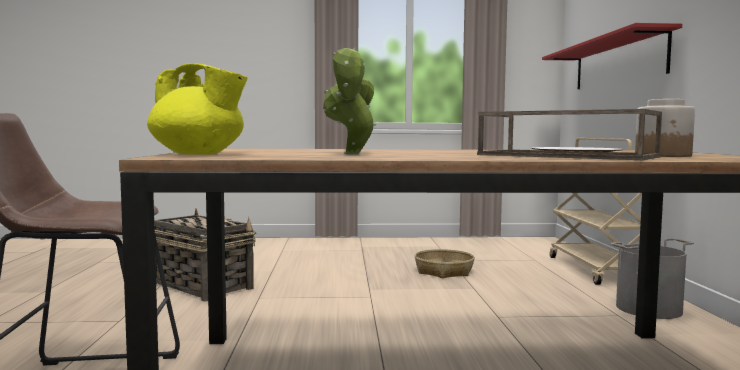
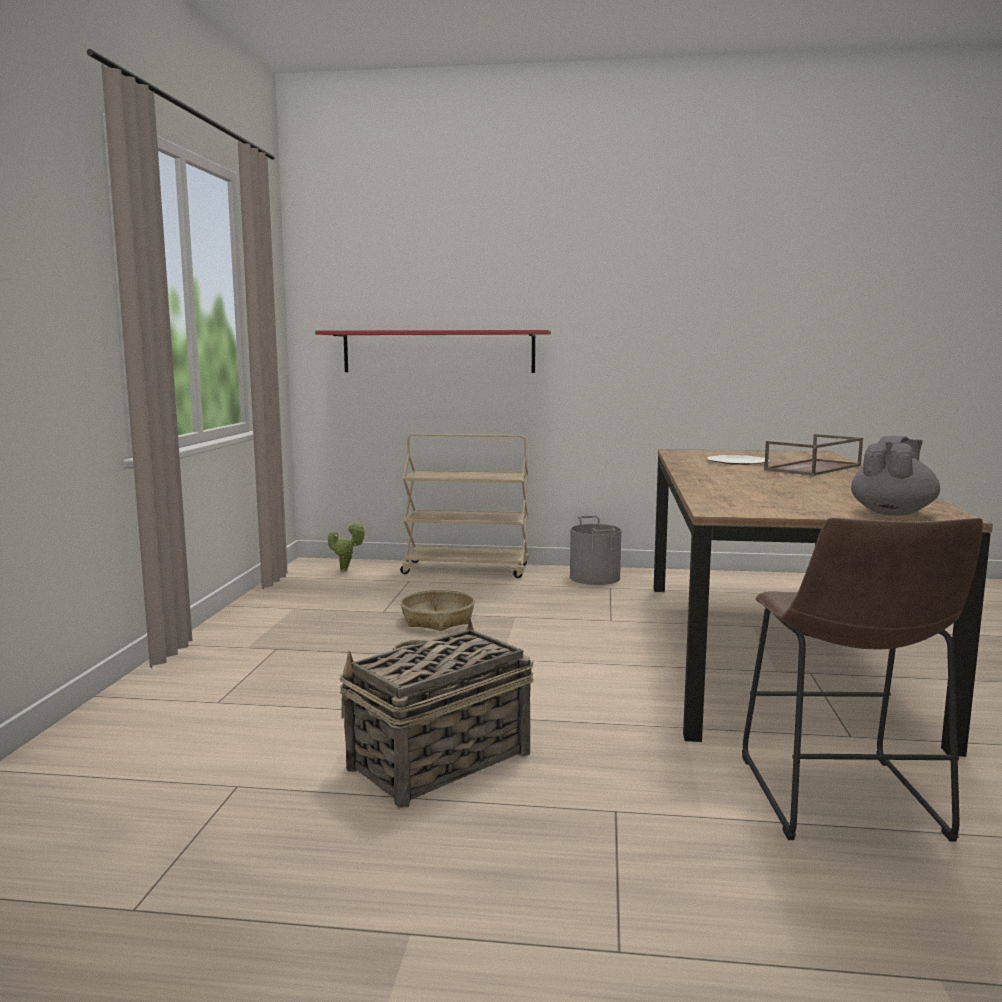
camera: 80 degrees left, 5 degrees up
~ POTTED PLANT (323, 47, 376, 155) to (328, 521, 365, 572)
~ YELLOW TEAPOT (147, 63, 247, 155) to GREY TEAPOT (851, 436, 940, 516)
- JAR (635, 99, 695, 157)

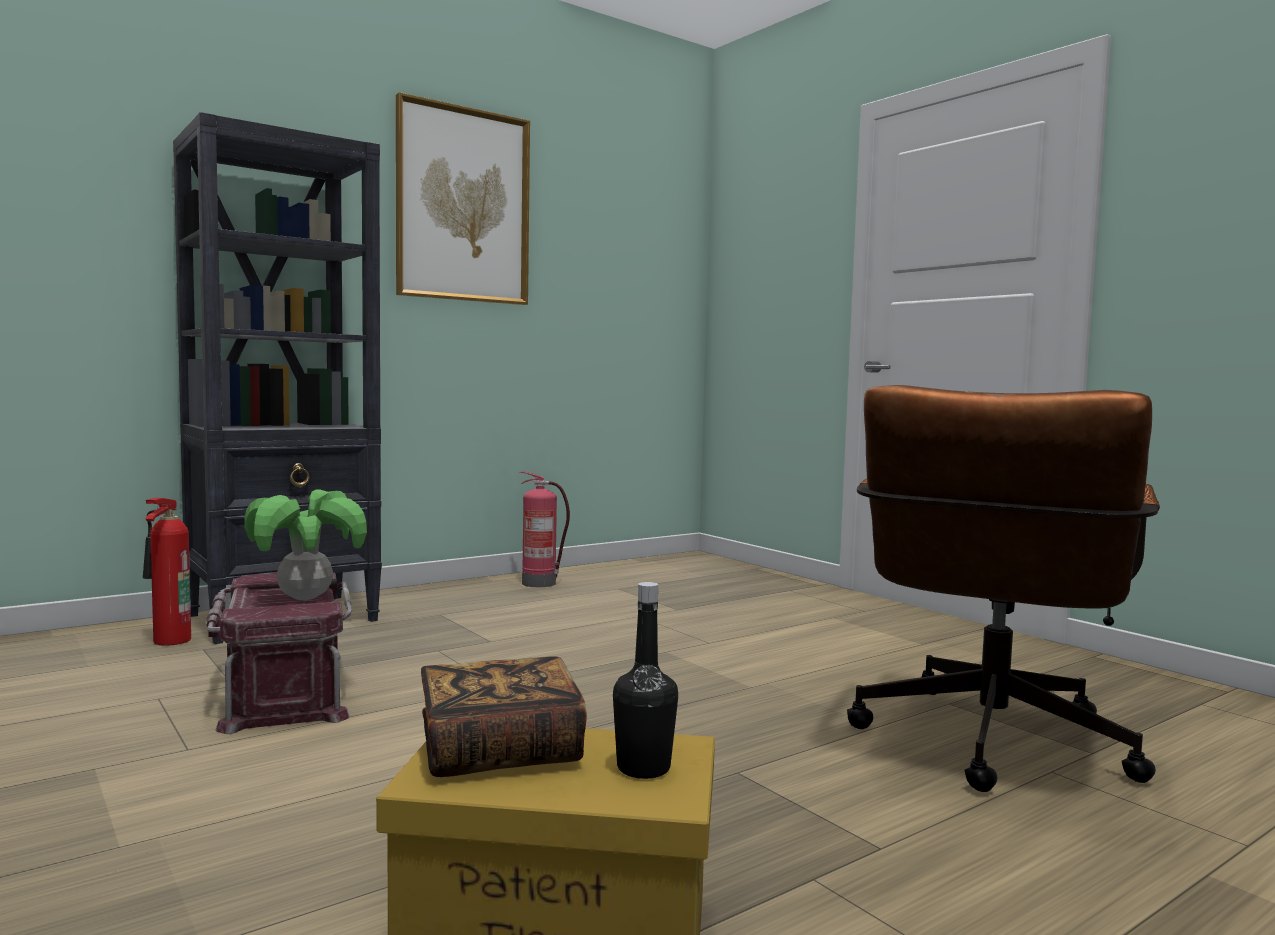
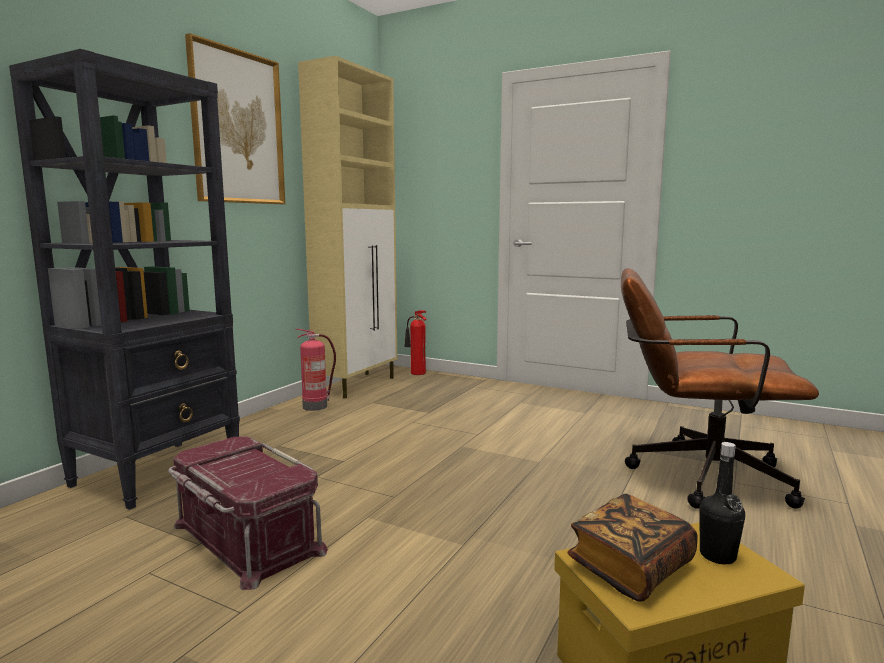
camera: 25 degrees left, 5 degrees up
+ BEIGE CABINET (298, 56, 397, 399)
~ FIRE EXTINGUISHER (143, 498, 191, 646) to (404, 310, 427, 375)
~ BROWN OFFICE CHAIR (847, 385, 1160, 792) = (621, 268, 819, 509) 105 degrees clockwise
- POTTED PLANT (244, 489, 367, 600)

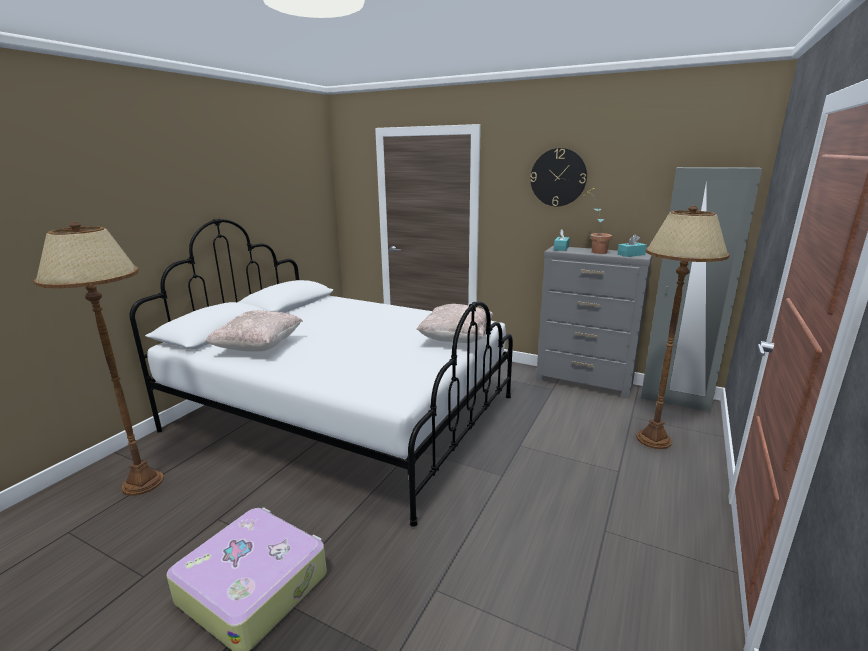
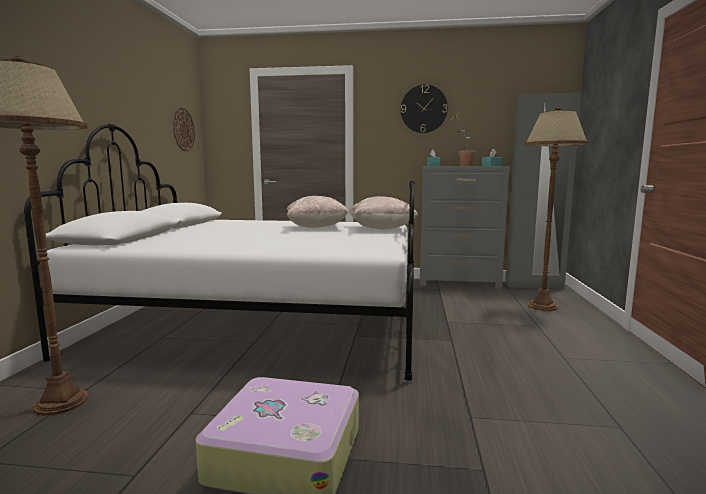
camera: 20 degrees left, 10 degrees down
+ WALL CLOCK (173, 107, 195, 151)
~ BEIGE PILLOW (206, 310, 303, 352) to (287, 196, 349, 228)

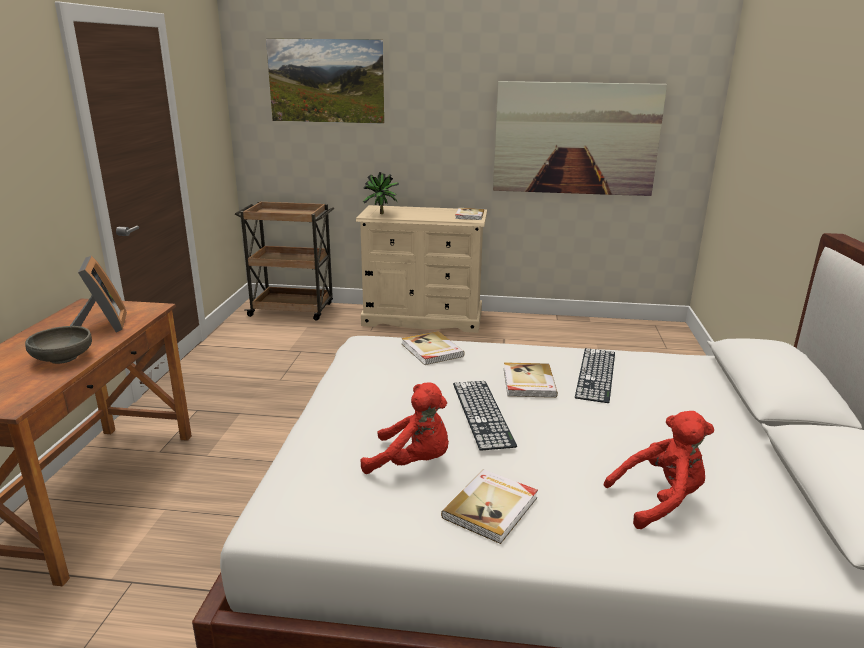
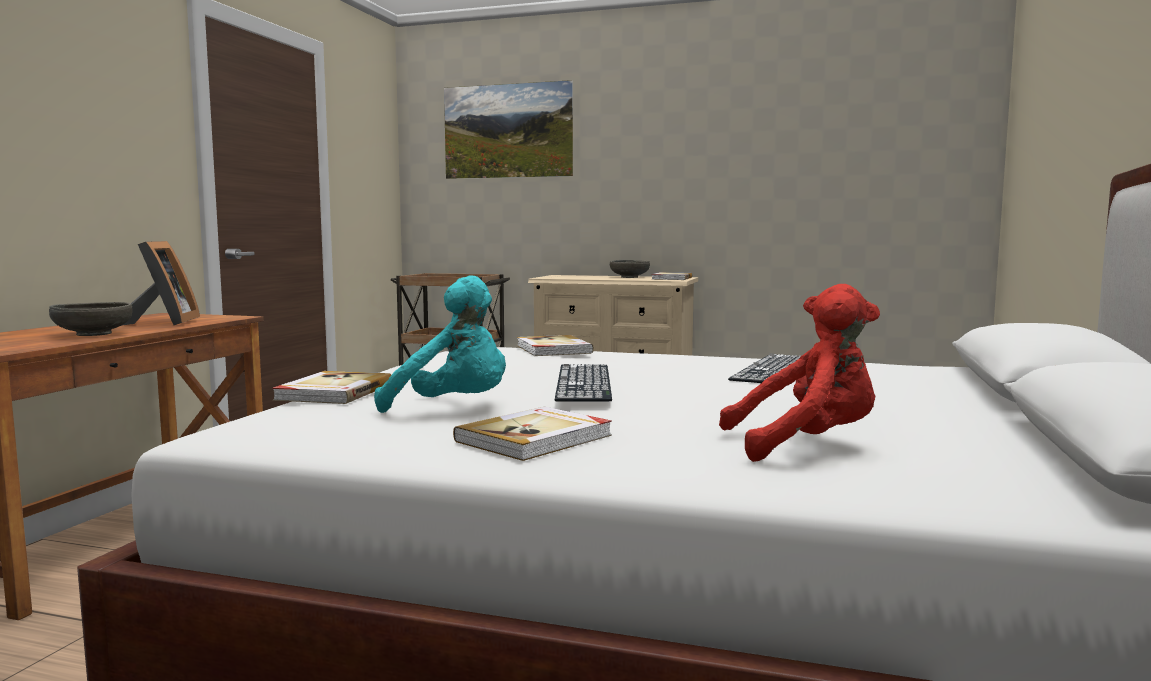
camera: 10 degrees right, 15 degrees down
~ BOOK (504, 362, 558, 398) to (272, 371, 391, 404)
~ RED PLUSH TOY (361, 382, 449, 474) to TURQUOISE PLUSH TOY (374, 276, 506, 413)
+ GREY BOWL (610, 260, 650, 278)
- POTTED PLANT (363, 172, 399, 214)
- PICTURE (493, 81, 667, 196)

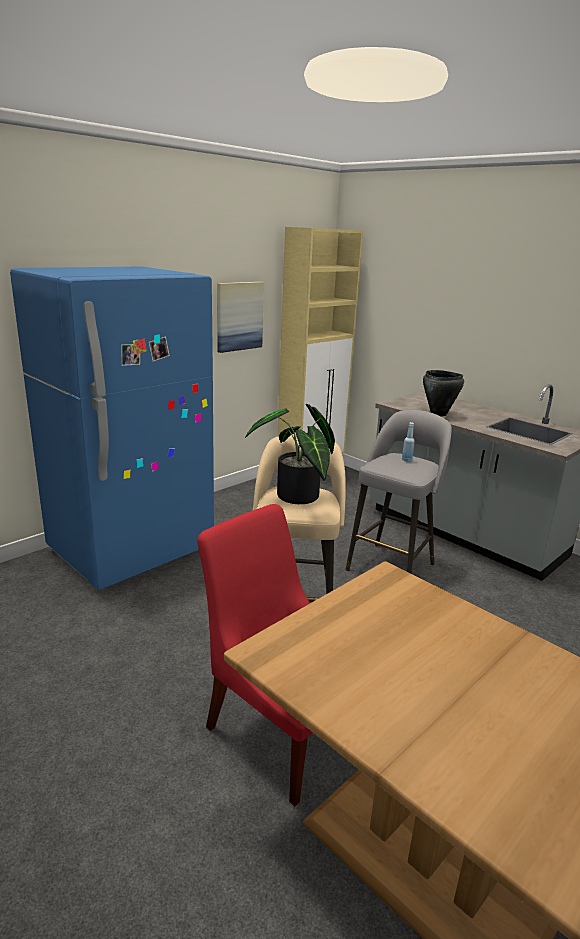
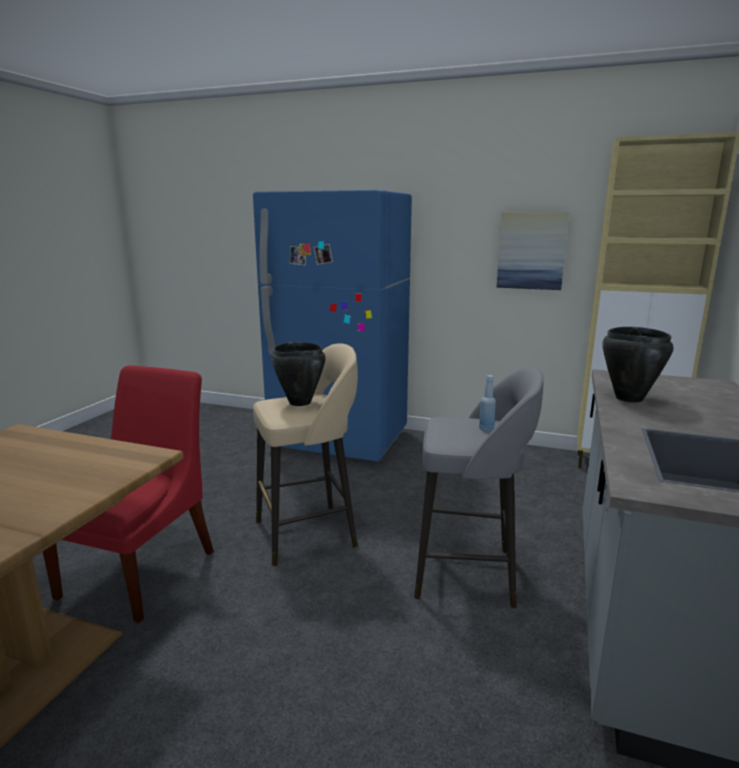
camera: 65 degrees right, 5 degrees down
~ POTTED PLANT (245, 404, 335, 504) to BLACK COOKING POT (271, 342, 326, 406)

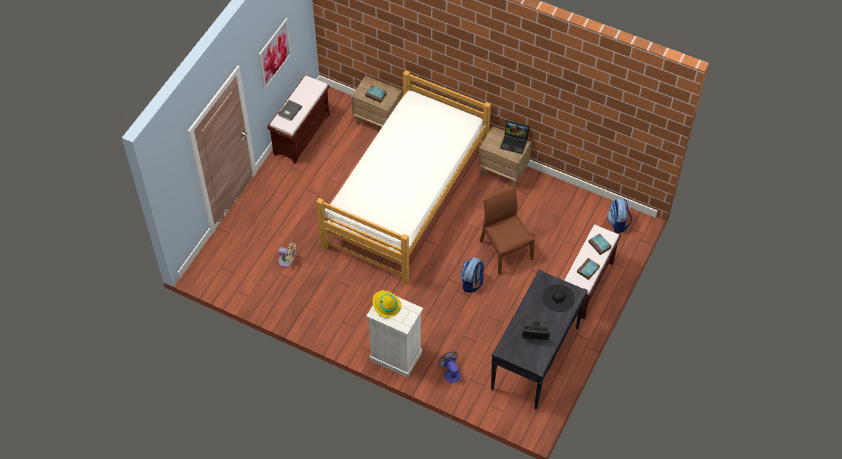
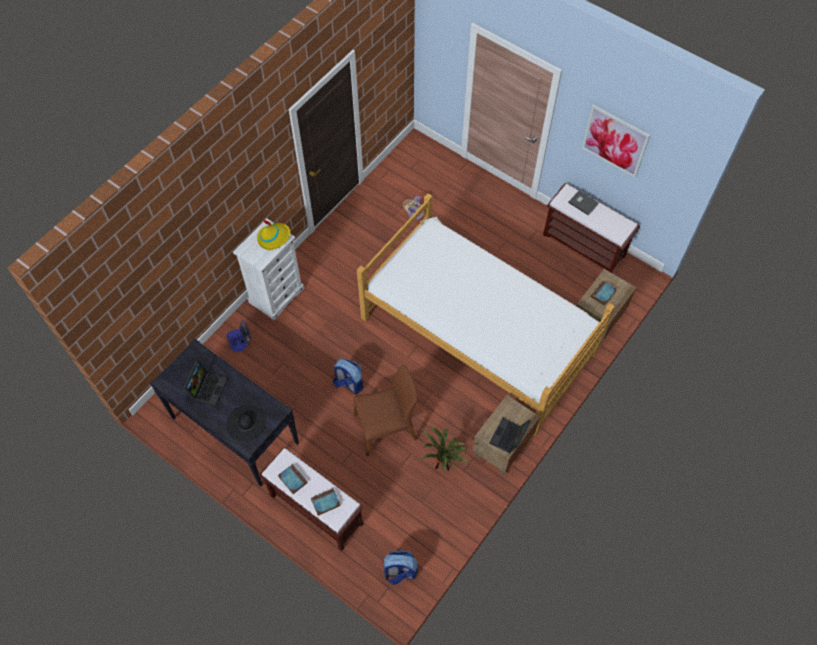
camera: 100 degrees right, 5 degrees up
+ POTTED PLANT (421, 426, 469, 472)

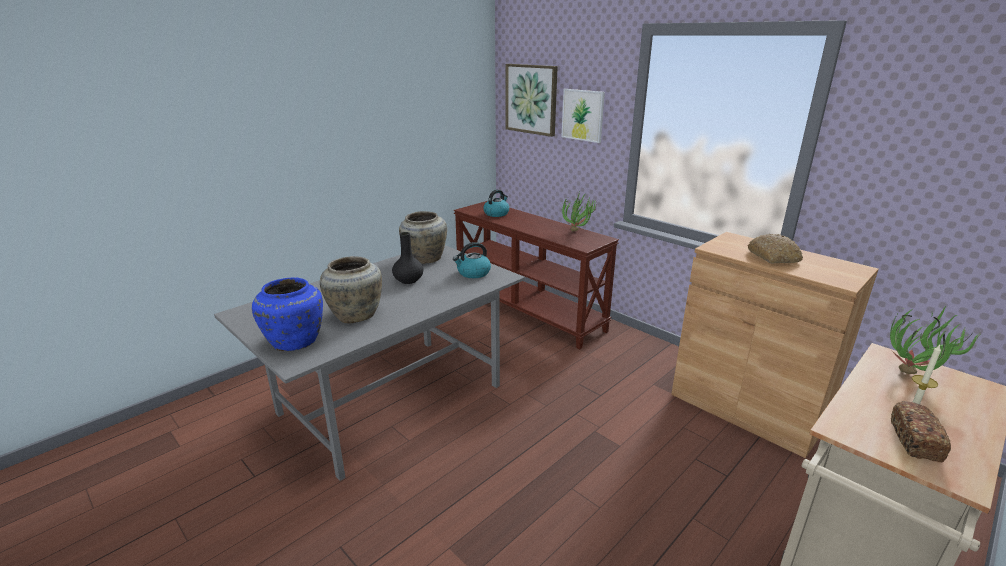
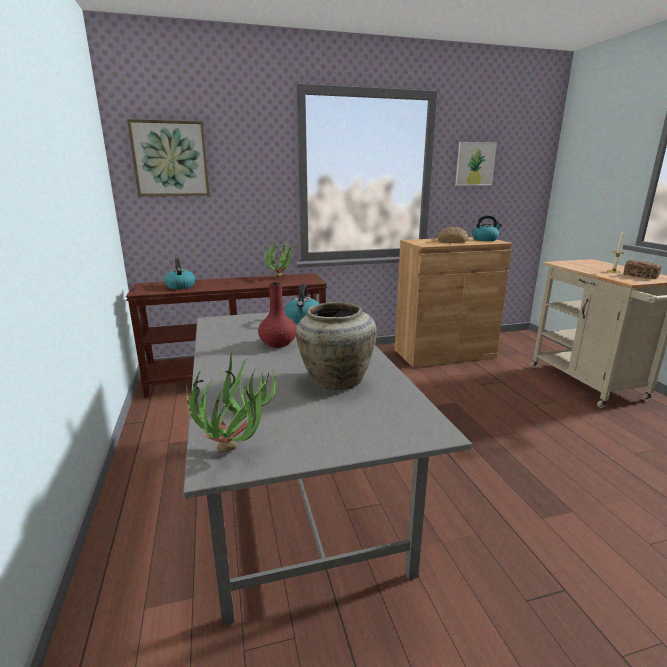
camera: 60 degrees left, 5 degrees down
~ POTTED PLANT (890, 306, 979, 374) to (187, 353, 276, 452)
~ BLACK VASE (392, 232, 424, 284) to RED VASE (258, 282, 297, 348)
~ PICTURE (561, 89, 605, 143) to (455, 142, 497, 186)
+ KETTLE (473, 215, 502, 241)
- BLUE VASE (252, 278, 323, 351)
- BEIGE VASE (399, 211, 447, 264)

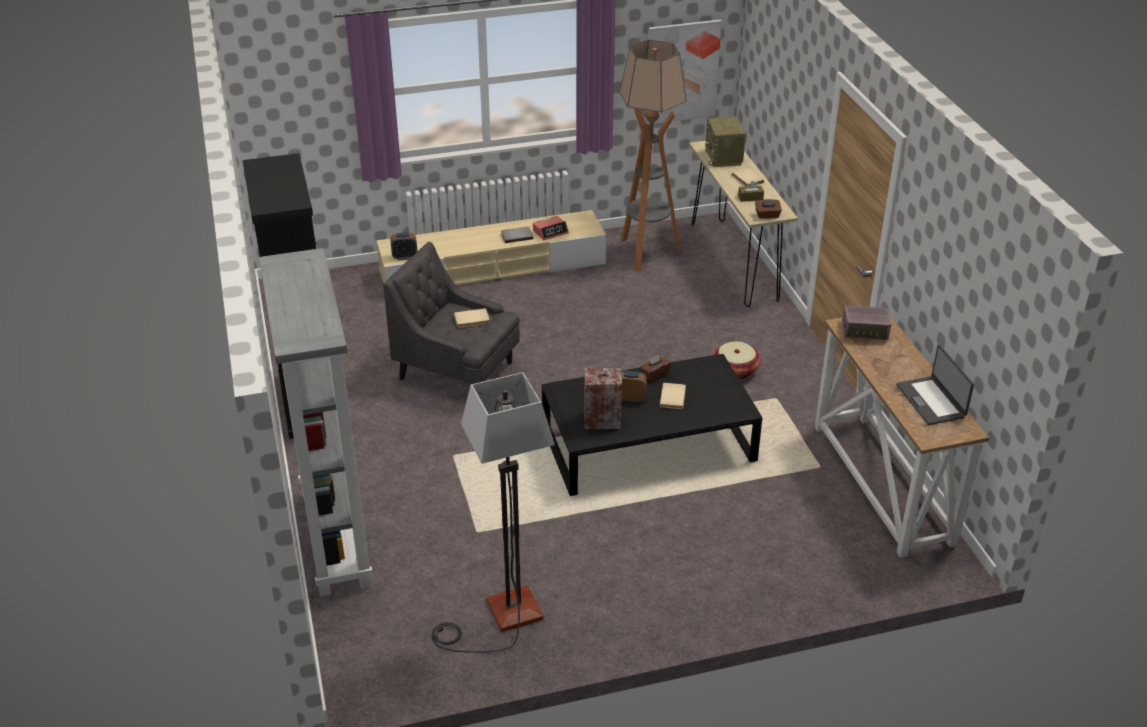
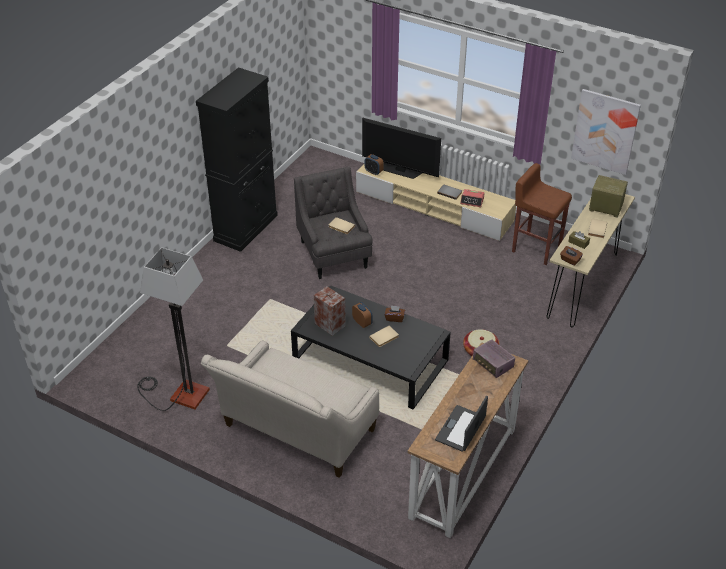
camera: 45 degrees right, 5 degrees up
+ BEIGE SOFA (201, 341, 379, 478)
+ TELEVISION (362, 118, 441, 179)
~ FLOOR LAMP (619, 40, 687, 271) to BROWN STOOL (512, 163, 572, 265)
~ RADIO (705, 116, 746, 167) = (589, 175, 628, 218) 75 degrees clockwise
- GREY BOOKCASE (259, 248, 373, 596)

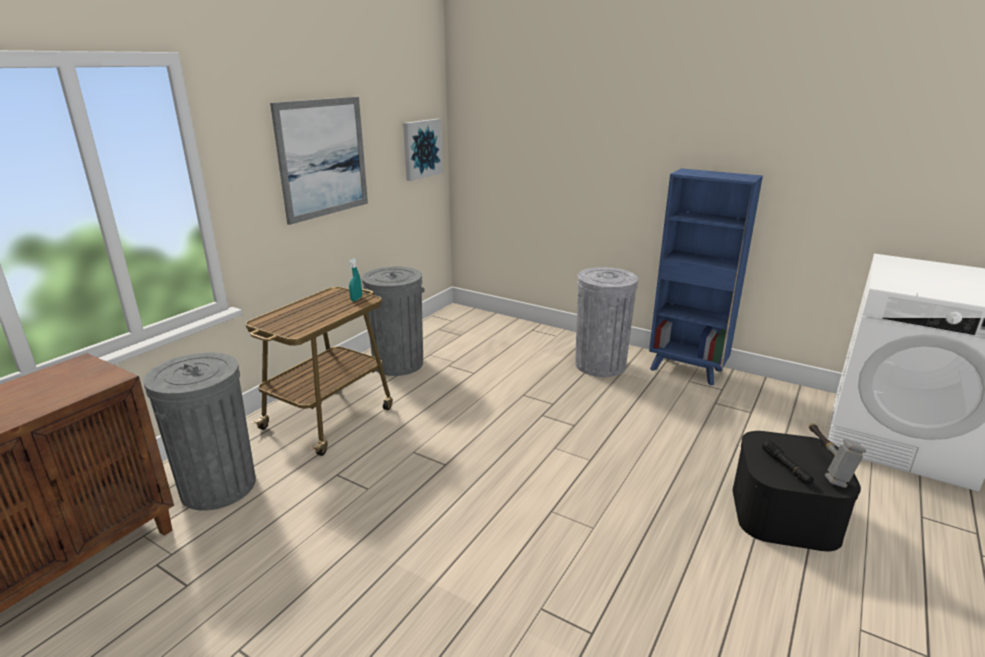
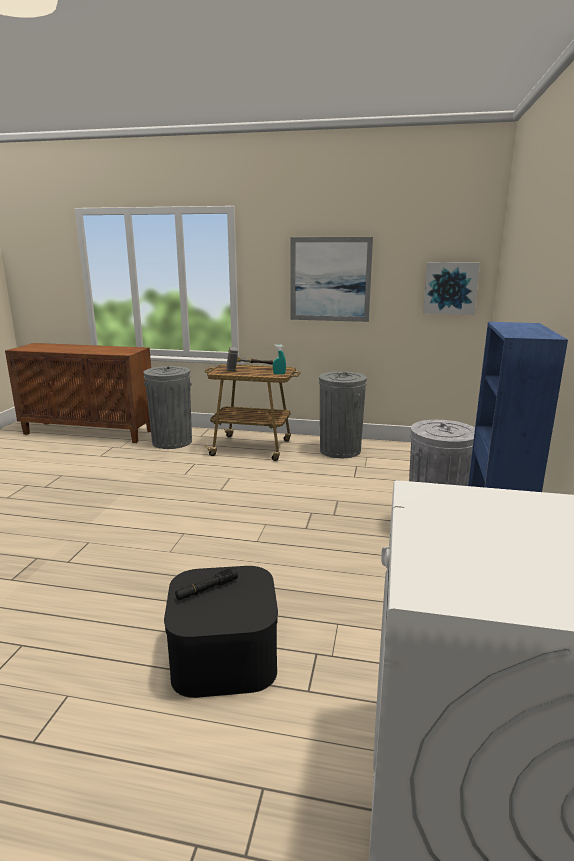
camera: 70 degrees right, 5 degrees down
~ HAMMER (809, 423, 866, 488) to (226, 347, 273, 371)

